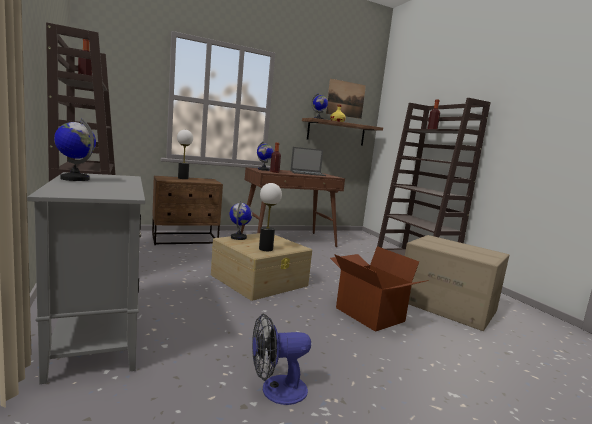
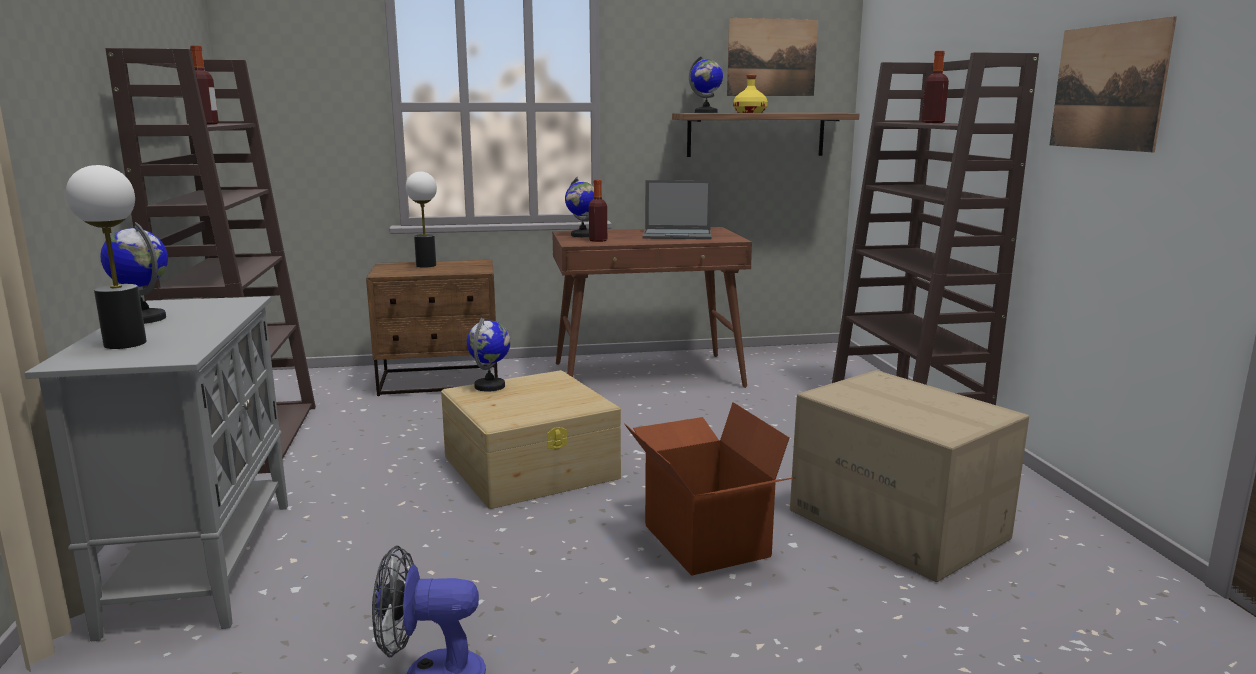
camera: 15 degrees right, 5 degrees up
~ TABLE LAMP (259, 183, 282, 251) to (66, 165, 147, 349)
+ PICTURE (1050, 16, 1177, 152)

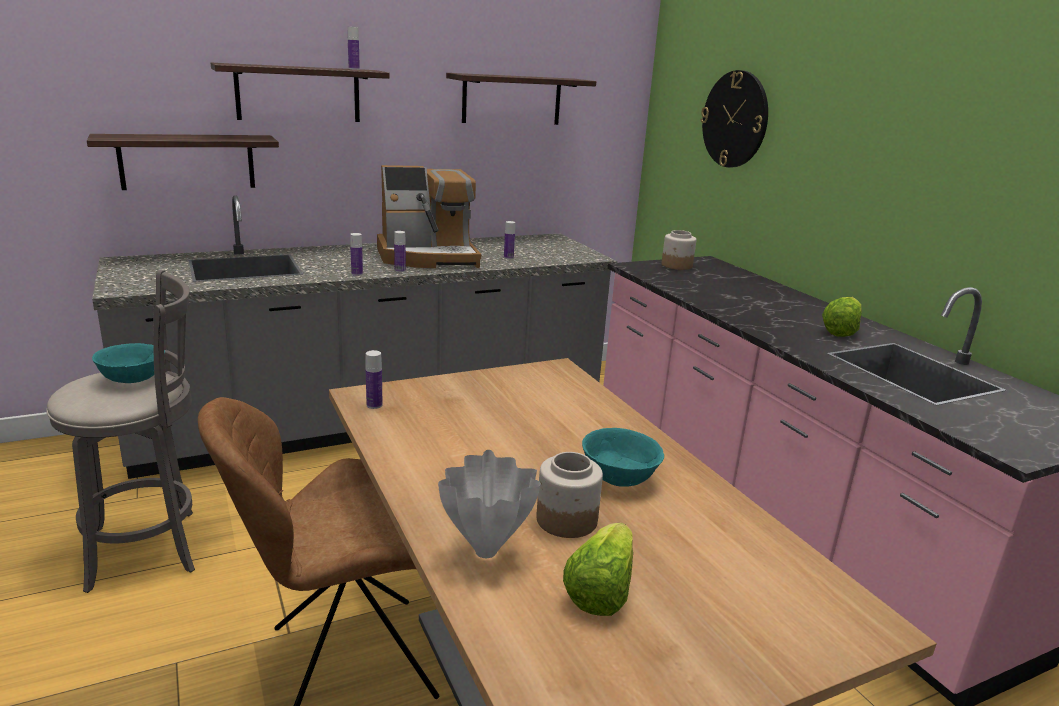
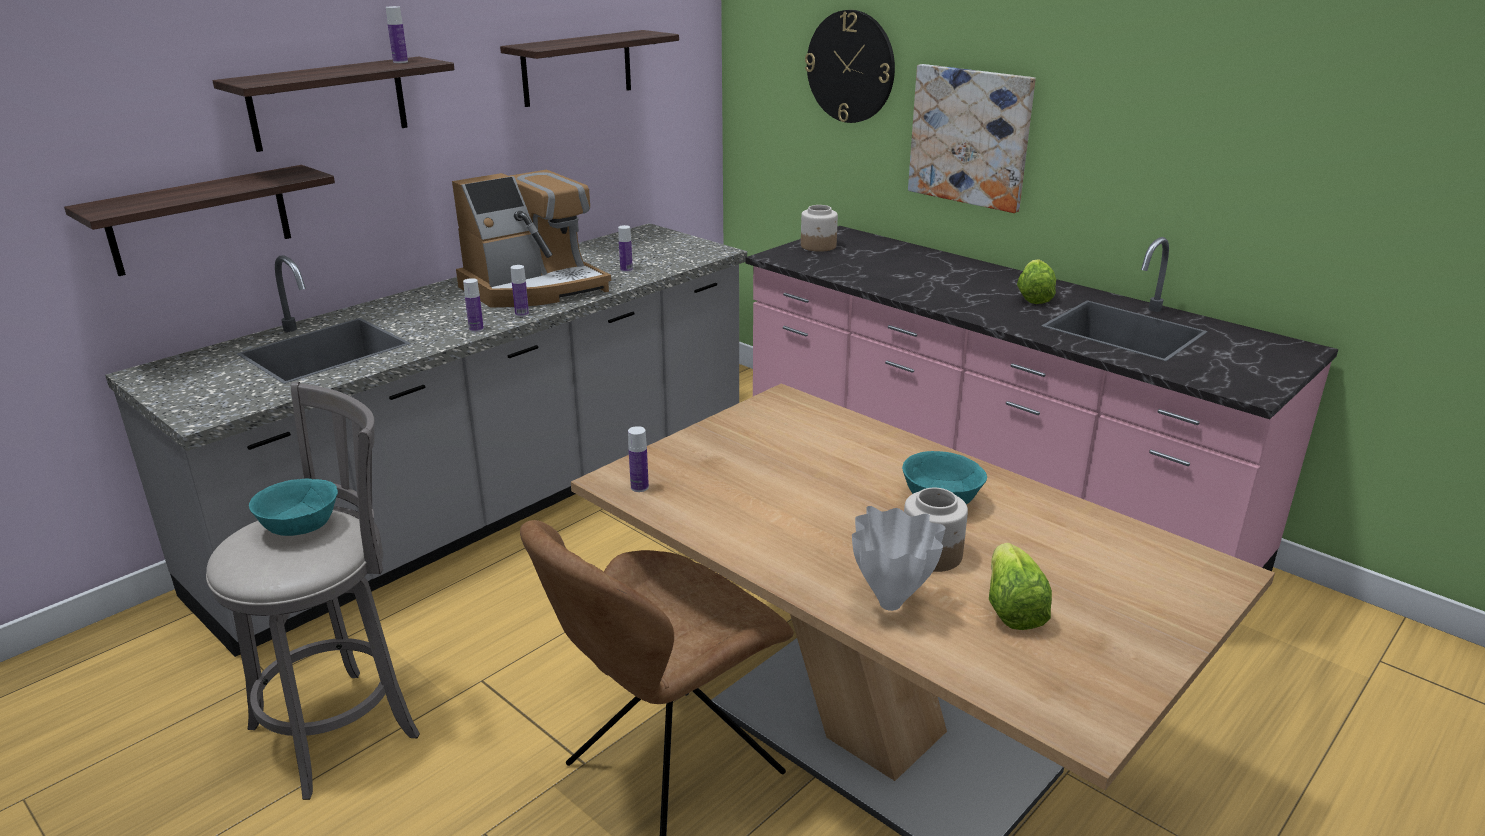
camera: 20 degrees left, 5 degrees up
+ PICTURE (908, 64, 1036, 213)

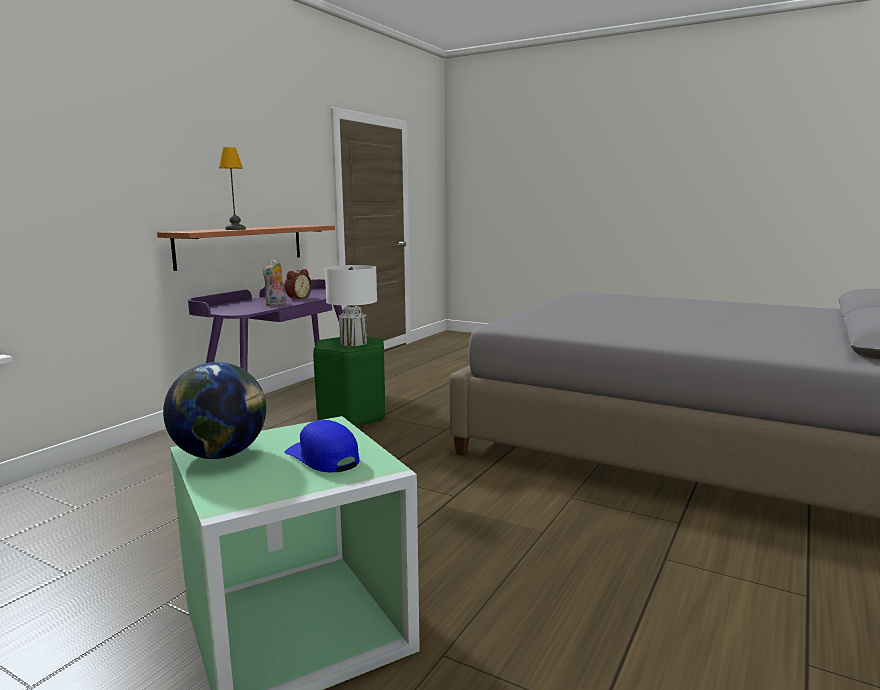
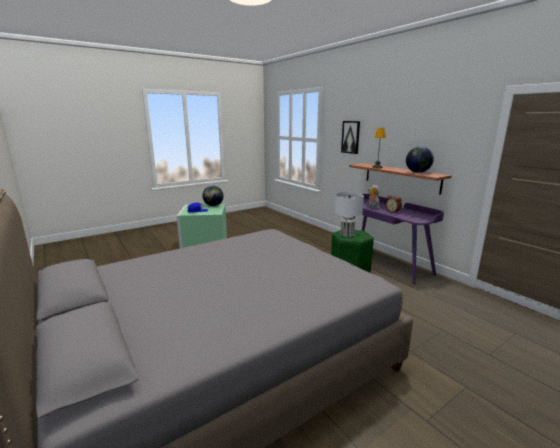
camera: 115 degrees right, 5 degrees up
+ PICTURE (341, 121, 360, 154)
+ GLOBE (406, 147, 434, 173)

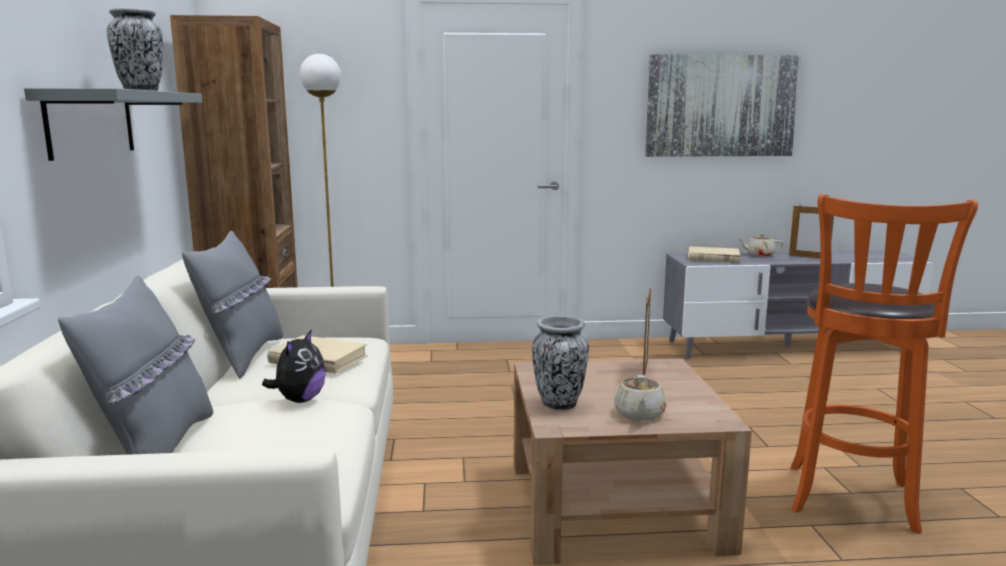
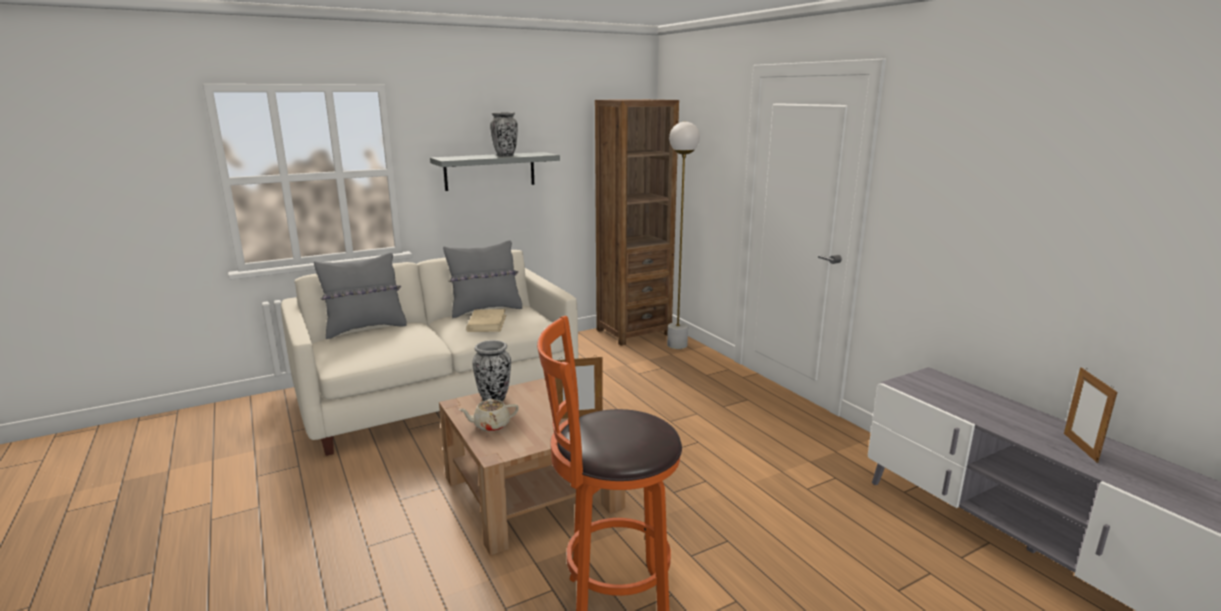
camera: 65 degrees right, 5 degrees up
- PLUSH TOY (262, 329, 326, 403)
- PICTURE (645, 54, 801, 157)
- BEIGE BOOK (688, 246, 740, 263)
- BEIGE TEAPOT (738, 233, 783, 257)

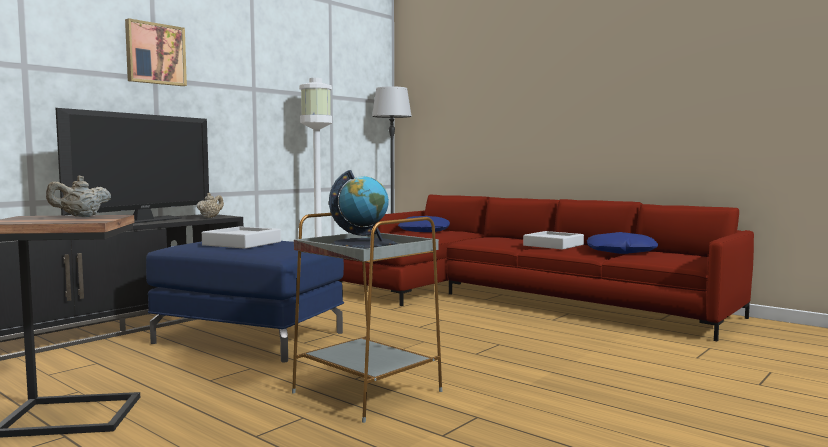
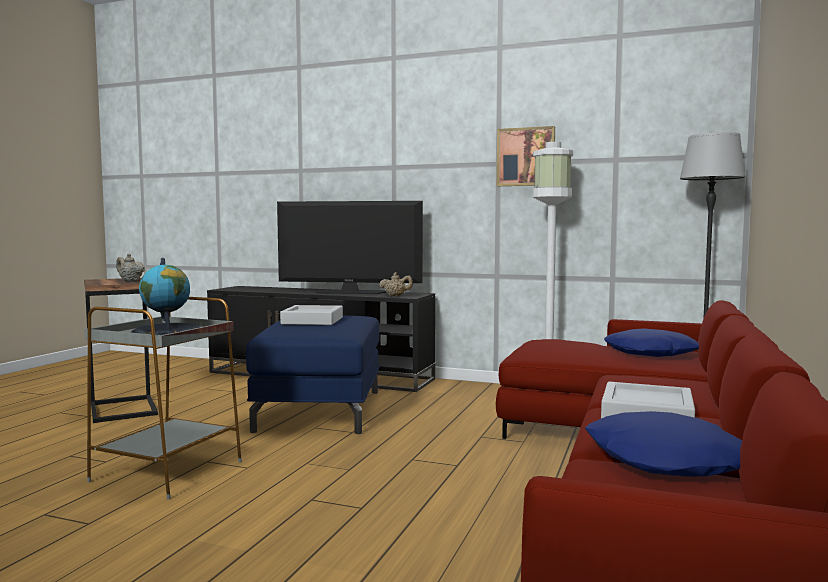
camera: 70 degrees right, 0 degrees up
~ PICTURE (125, 18, 187, 86) to (497, 126, 555, 186)

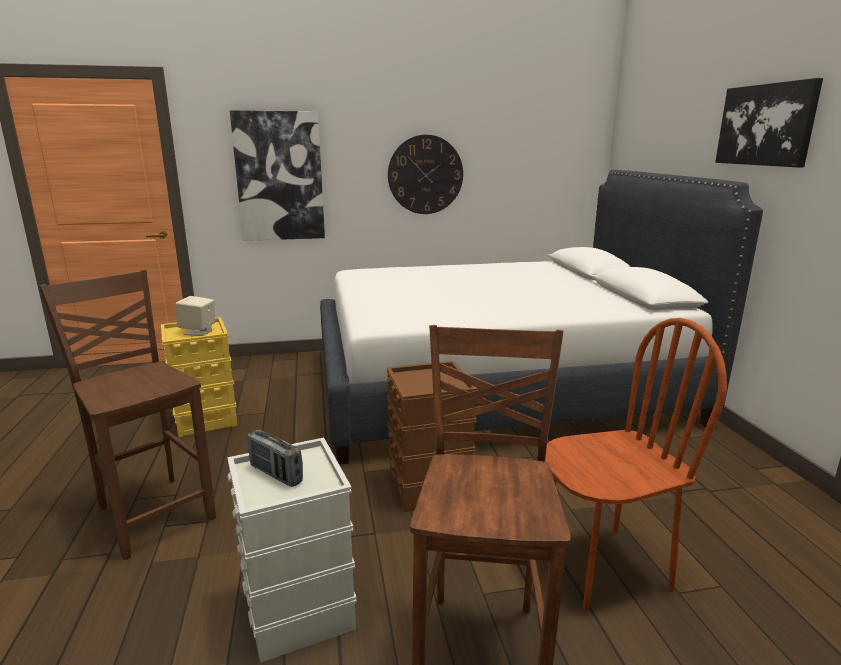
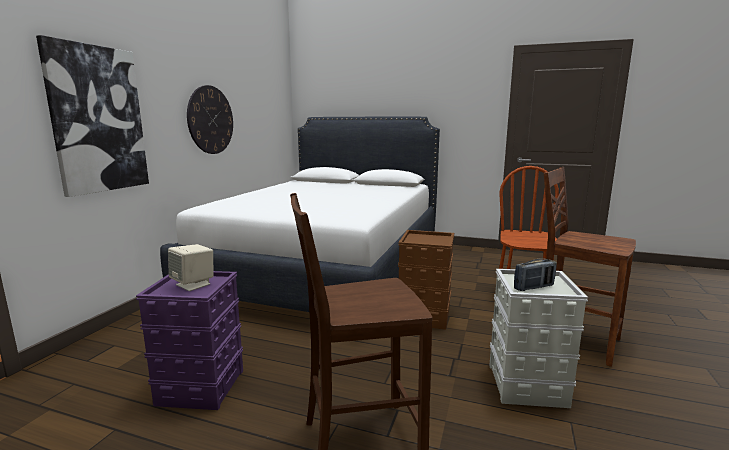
camera: 60 degrees left, 5 degrees down
~ YELLOW STORAGE BOX (161, 317, 238, 437) to PURPLE STORAGE BOX (136, 271, 243, 410)
- PICTURE (715, 78, 823, 168)

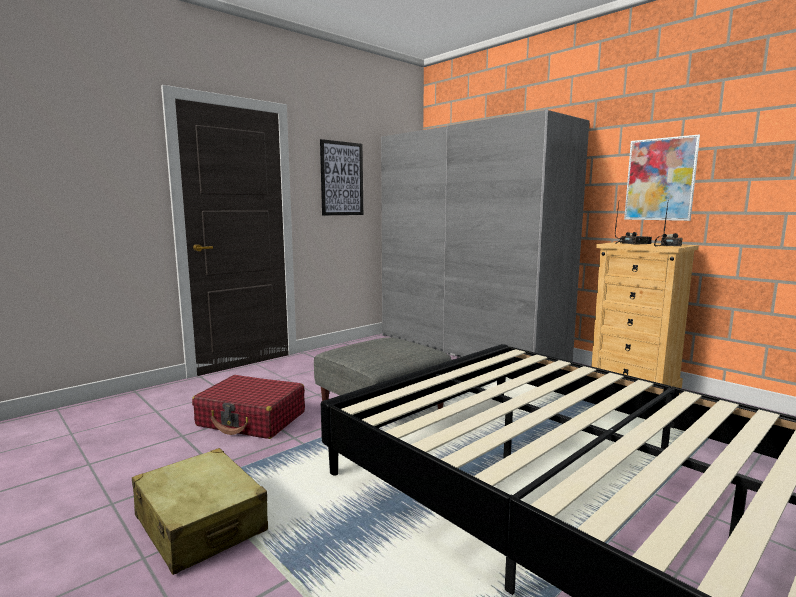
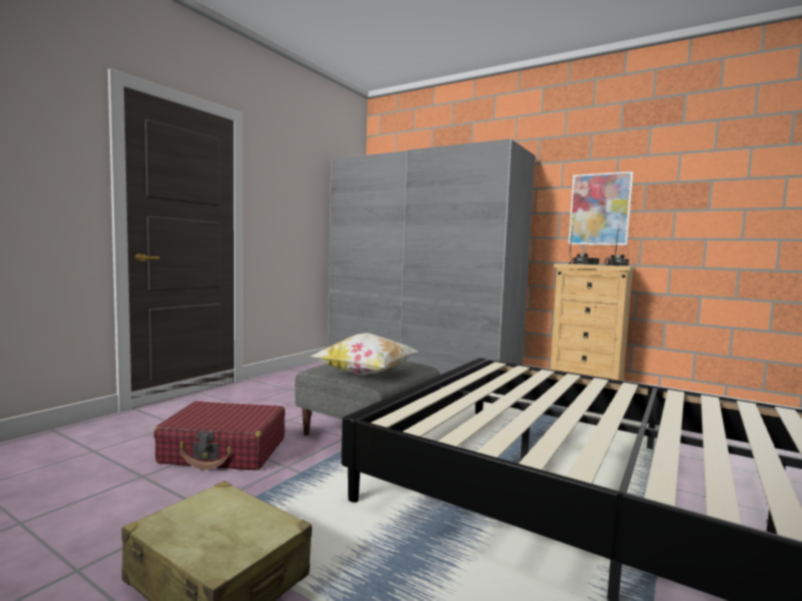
camera: 15 degrees left, 5 degrees down
+ PILLOW (309, 333, 419, 375)
- PICTURE (320, 139, 363, 215)

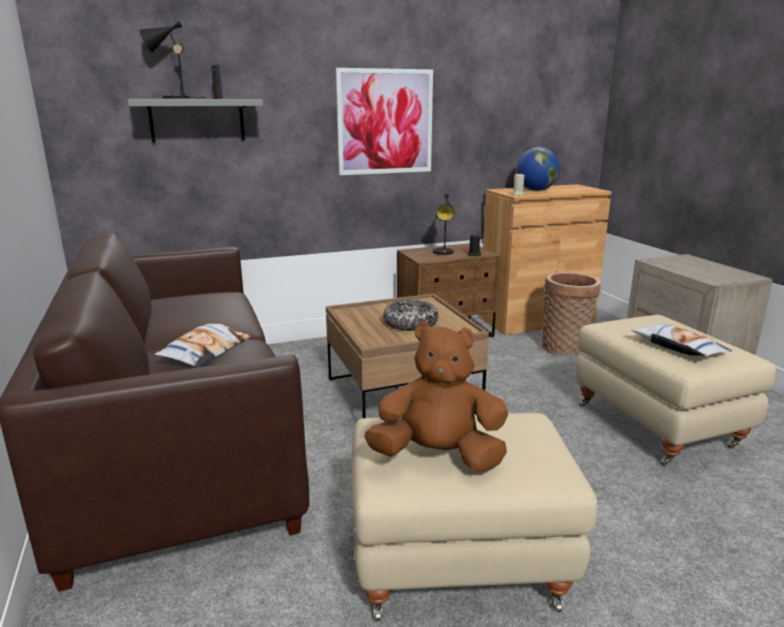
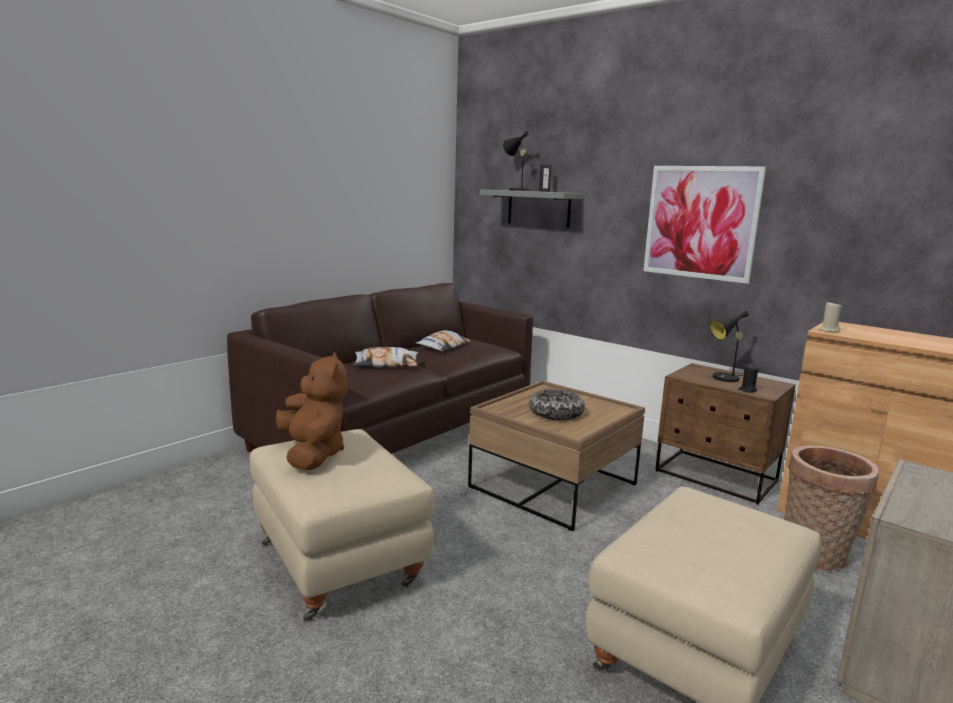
camera: 60 degrees right, 5 degrees down
~ PILLOW (631, 323, 732, 357) to (416, 330, 471, 351)
- GLOBE (516, 147, 560, 191)

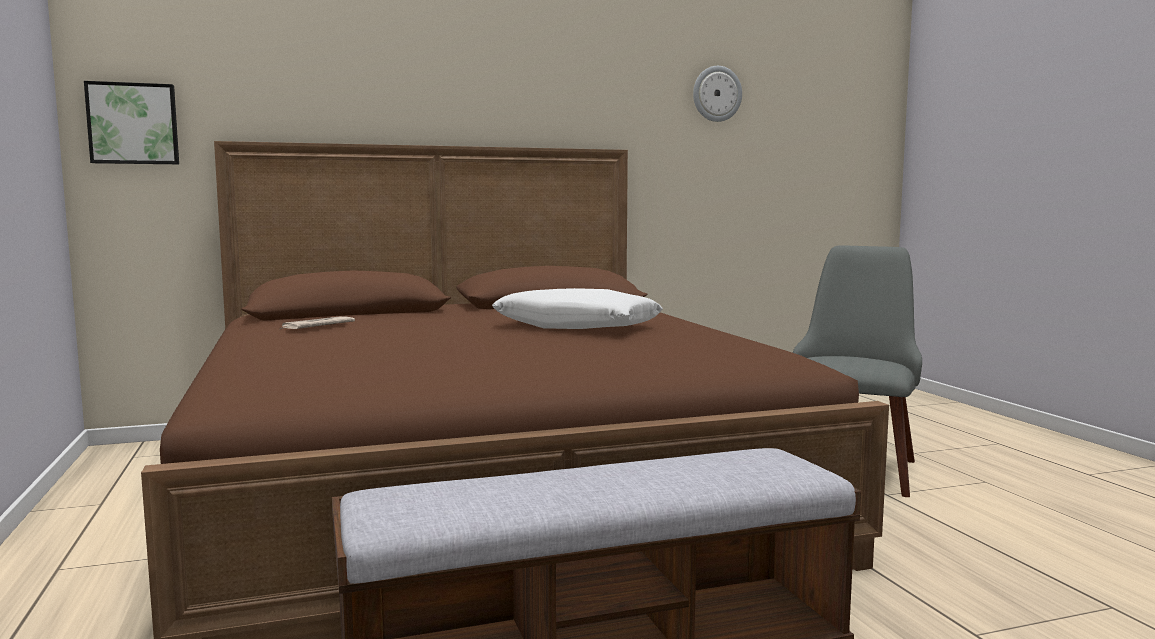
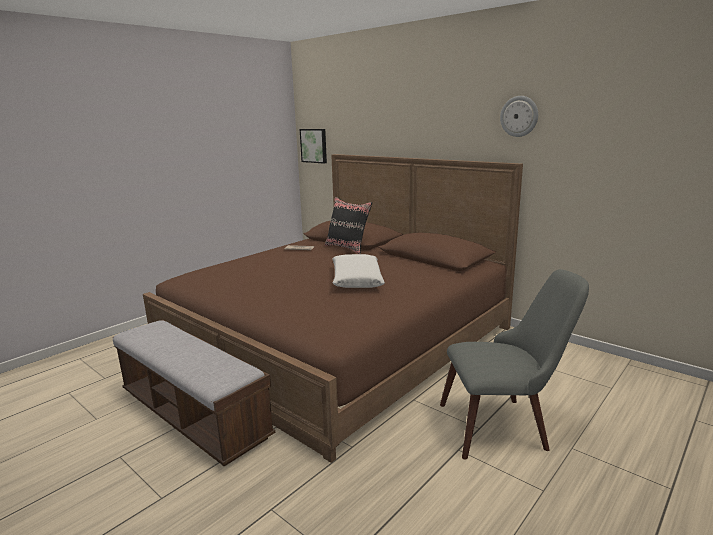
camera: 60 degrees right, 10 degrees up
+ BLACK PILLOW (325, 197, 372, 254)
~ WALL CLOCK (693, 66, 742, 122) to (500, 96, 538, 137)

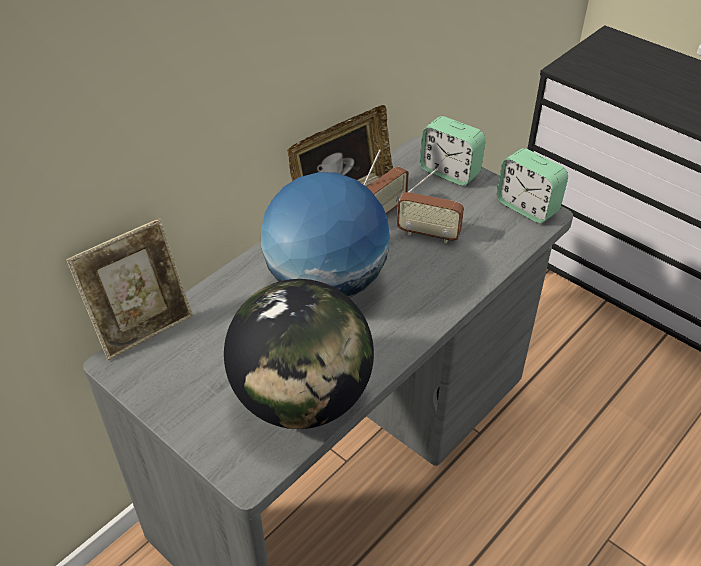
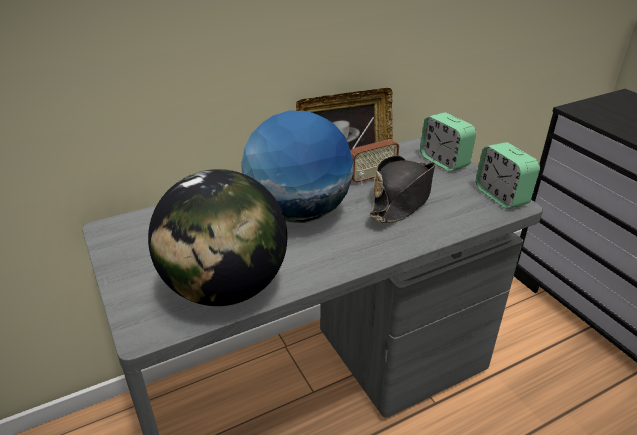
camera: 20 degrees right, 10 degrees down
~ RADIO (397, 168, 464, 243) to BLACK HAT (369, 155, 435, 223)
- PICTURE FRAME (66, 218, 193, 360)

